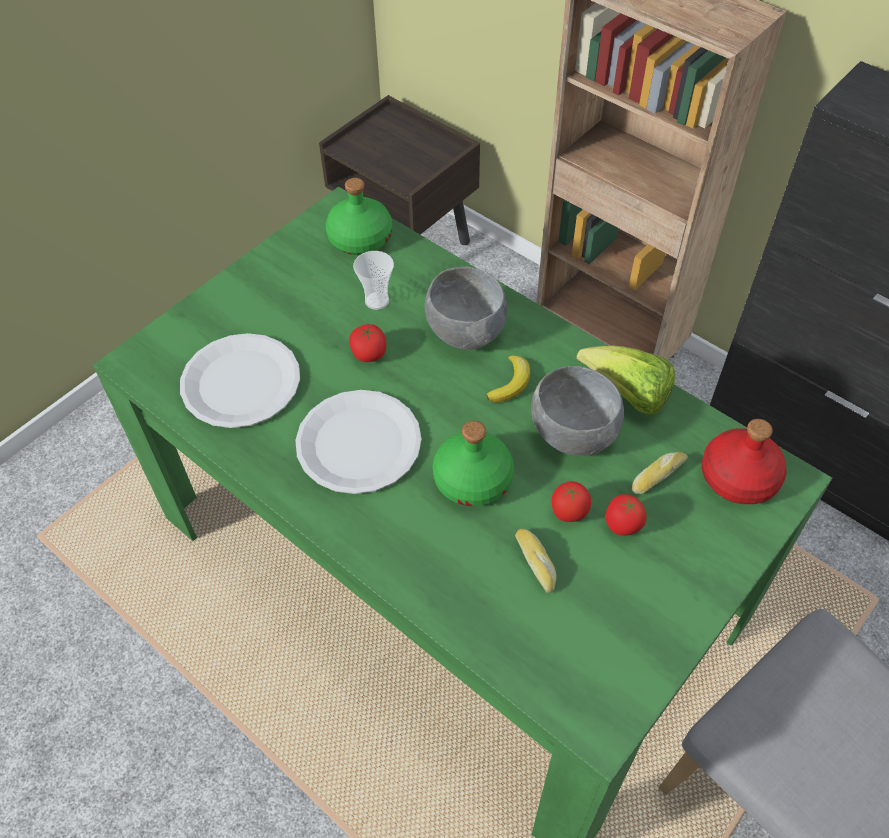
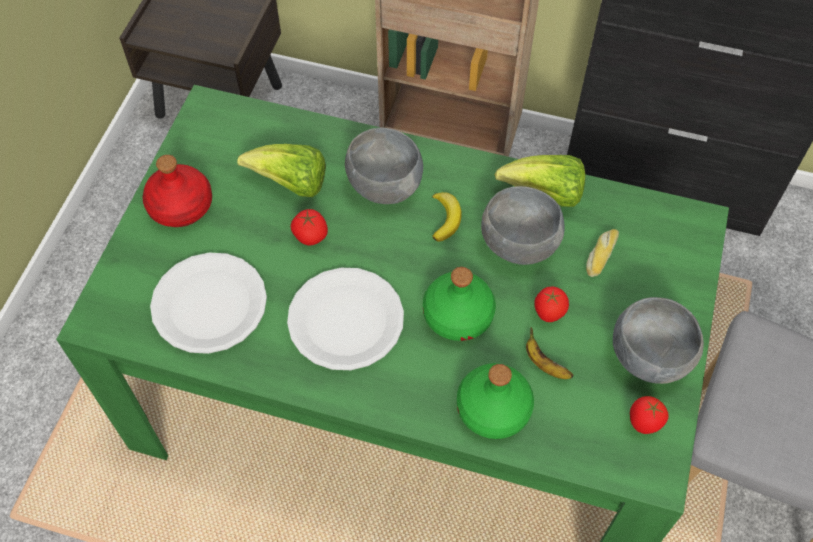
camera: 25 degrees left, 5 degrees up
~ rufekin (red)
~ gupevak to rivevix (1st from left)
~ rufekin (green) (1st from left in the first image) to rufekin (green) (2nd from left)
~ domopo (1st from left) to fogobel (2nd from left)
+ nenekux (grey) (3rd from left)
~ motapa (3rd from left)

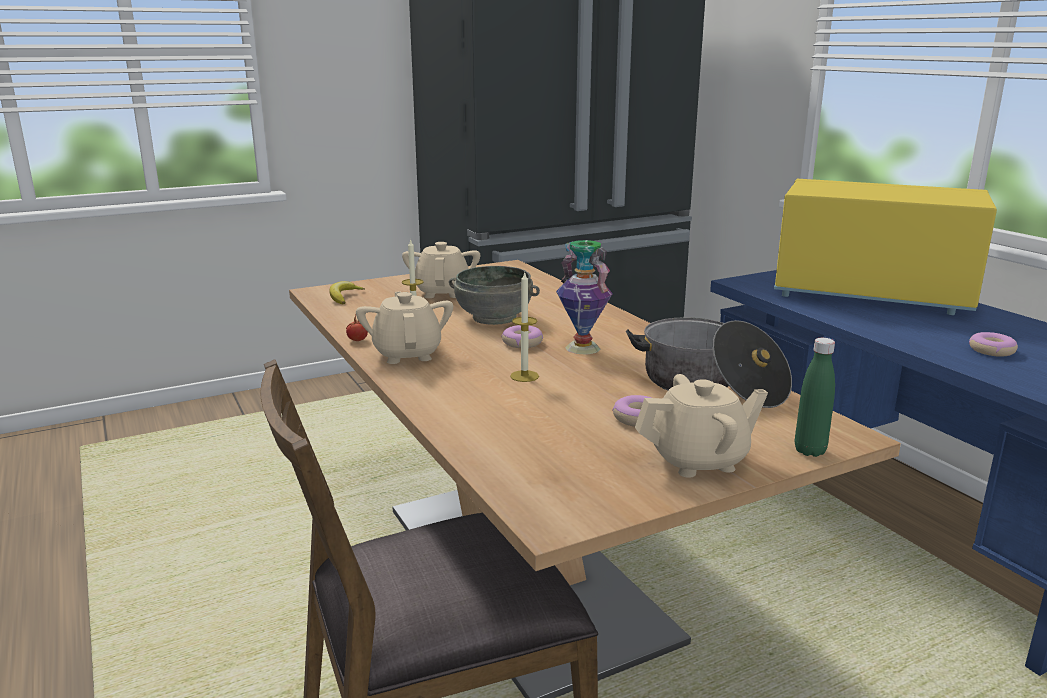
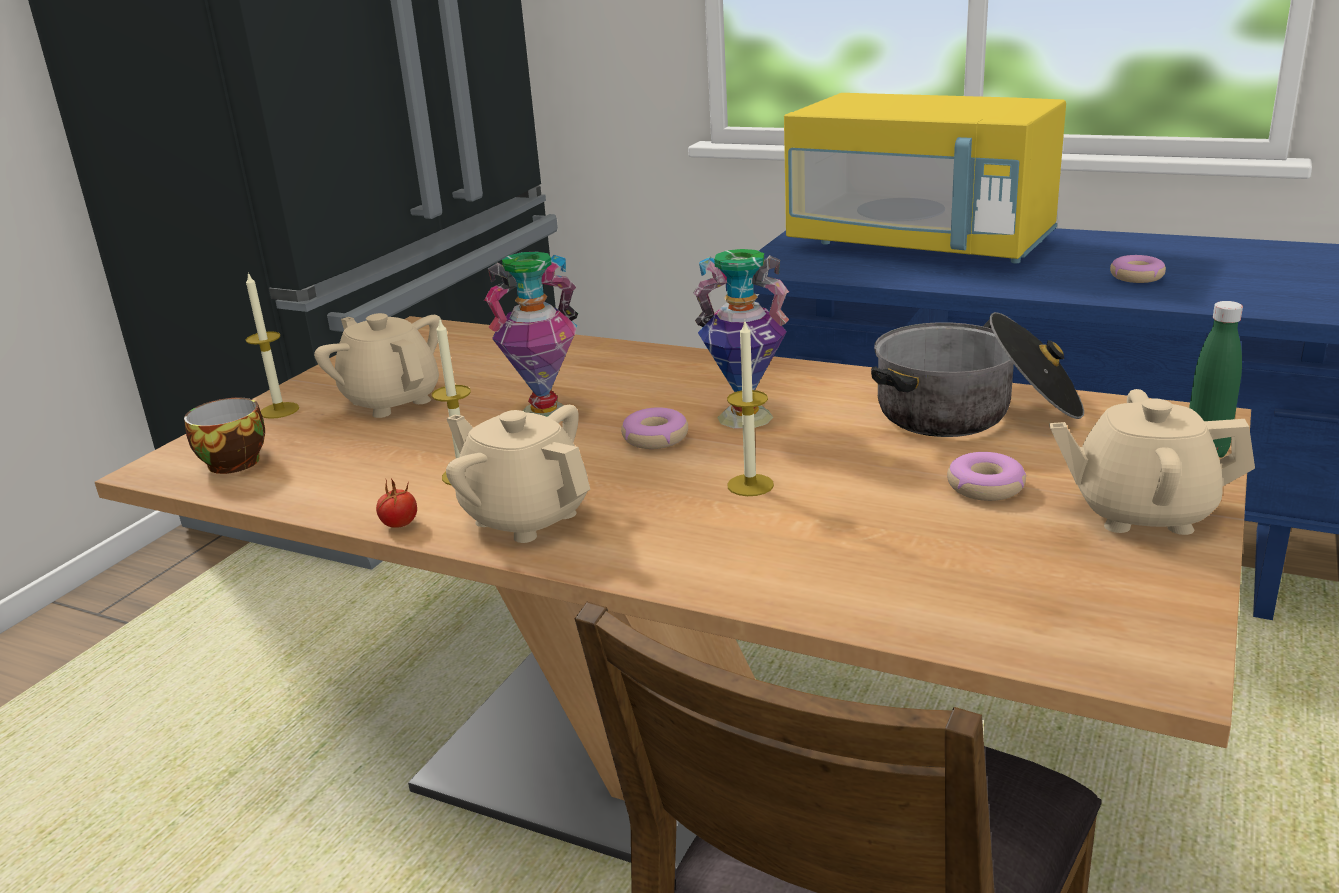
camera: 35 degrees left, 5 degrees up
~ fogobel to gupevak
+ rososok (1st from left)
~ nenekux (grey) to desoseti (1st from left)
~ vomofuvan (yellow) 135 degrees counterclockwise
~ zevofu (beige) (3rd from left) 120 degrees counterclockwise

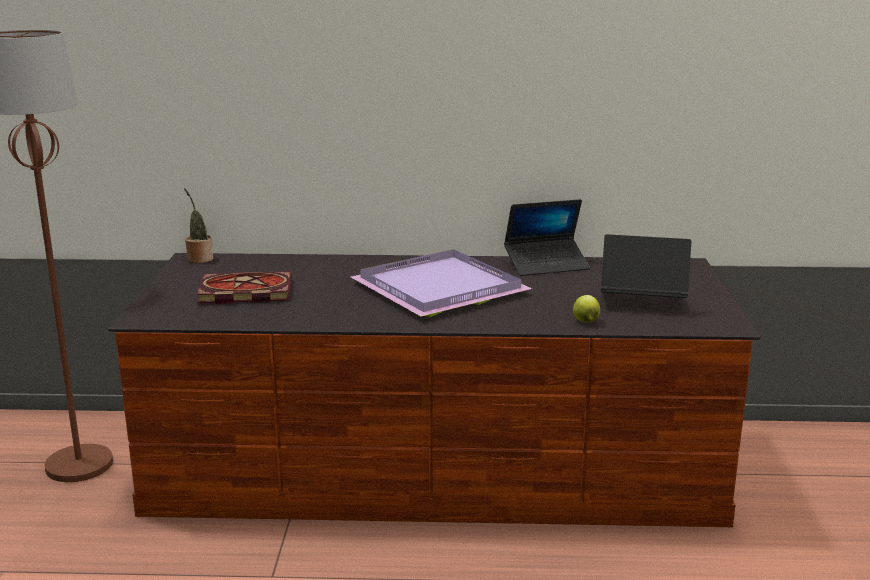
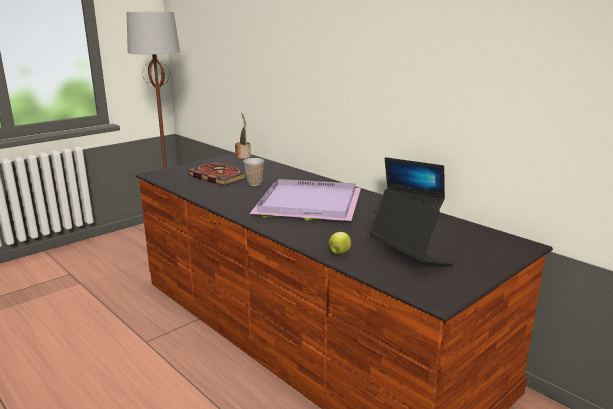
camera: 45 degrees right, 0 degrees up
+ gupevak

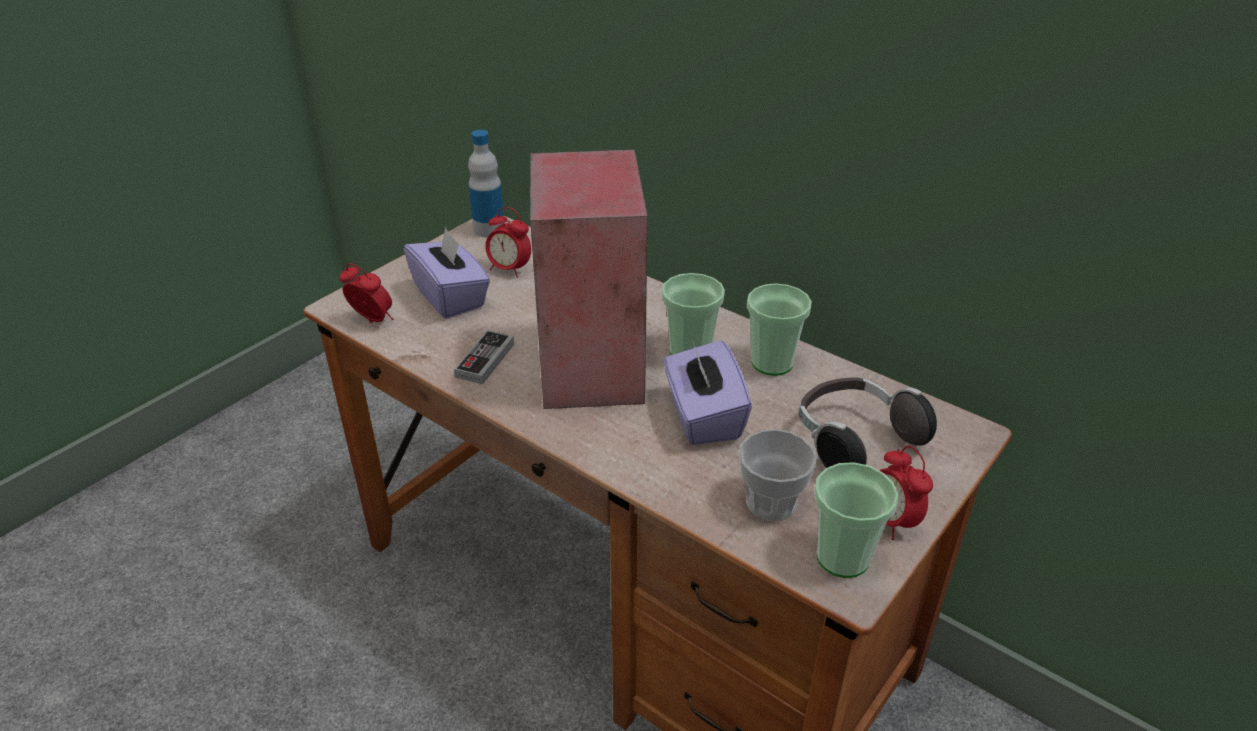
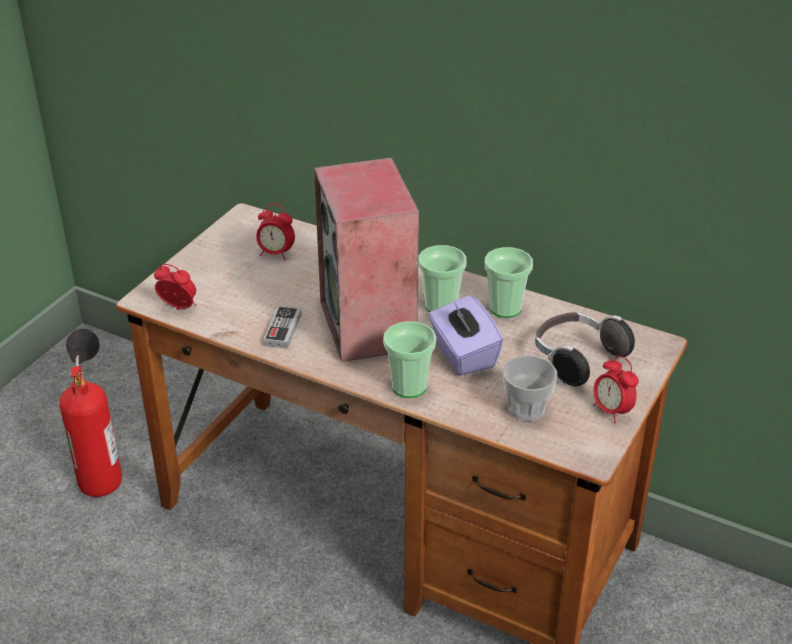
camera: 10 degrees left, 0 degrees up
+ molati
~ gupevak (4th from left in the first image) to gupevak (1st from left)
- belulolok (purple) (1st from left)
- rufekin

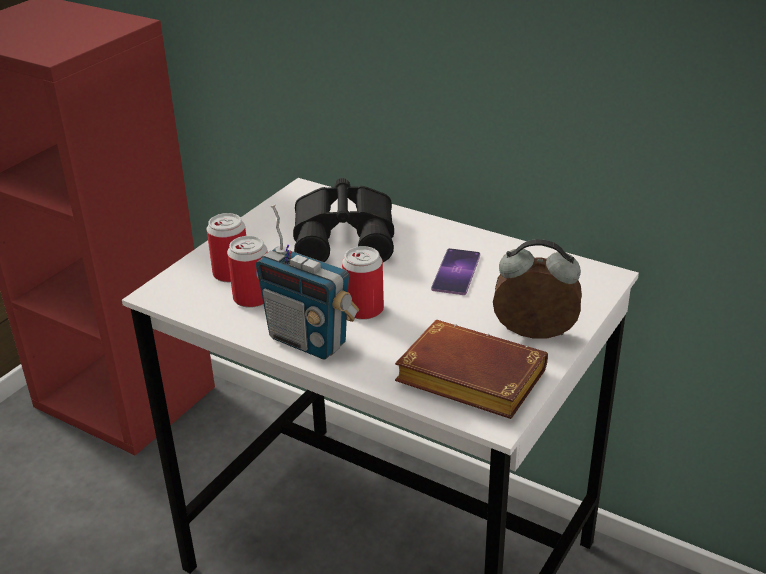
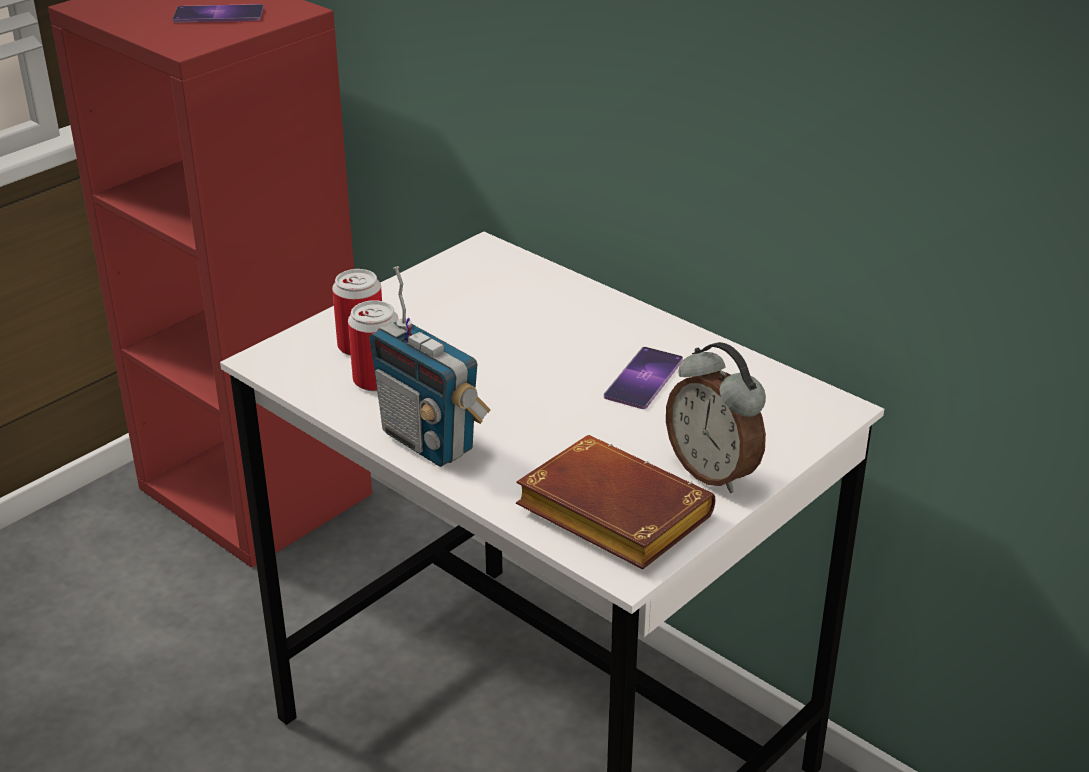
camera: 10 degrees right, 0 degrees up
+ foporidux (1st from left)
~ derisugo 150 degrees counterclockwise
- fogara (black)
- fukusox (3rd from left)

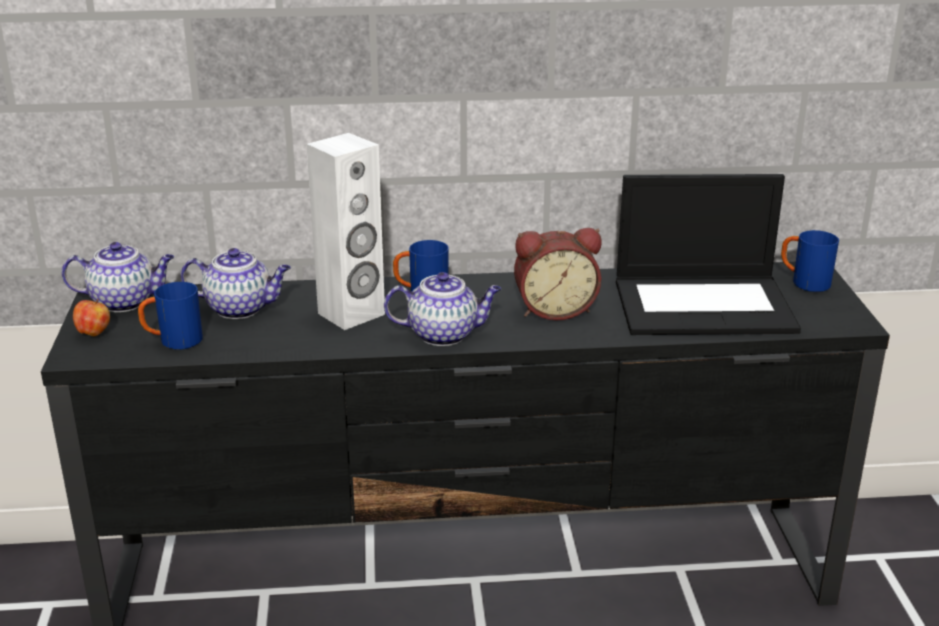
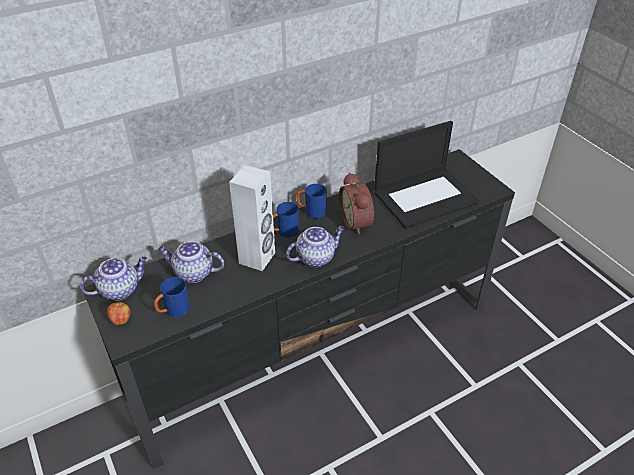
camera: 25 degrees left, 15 degrees up
~ zevofu (2nd from left) 150 degrees counterclockwise
~ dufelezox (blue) (3rd from left)
~ derisugo 105 degrees clockwise

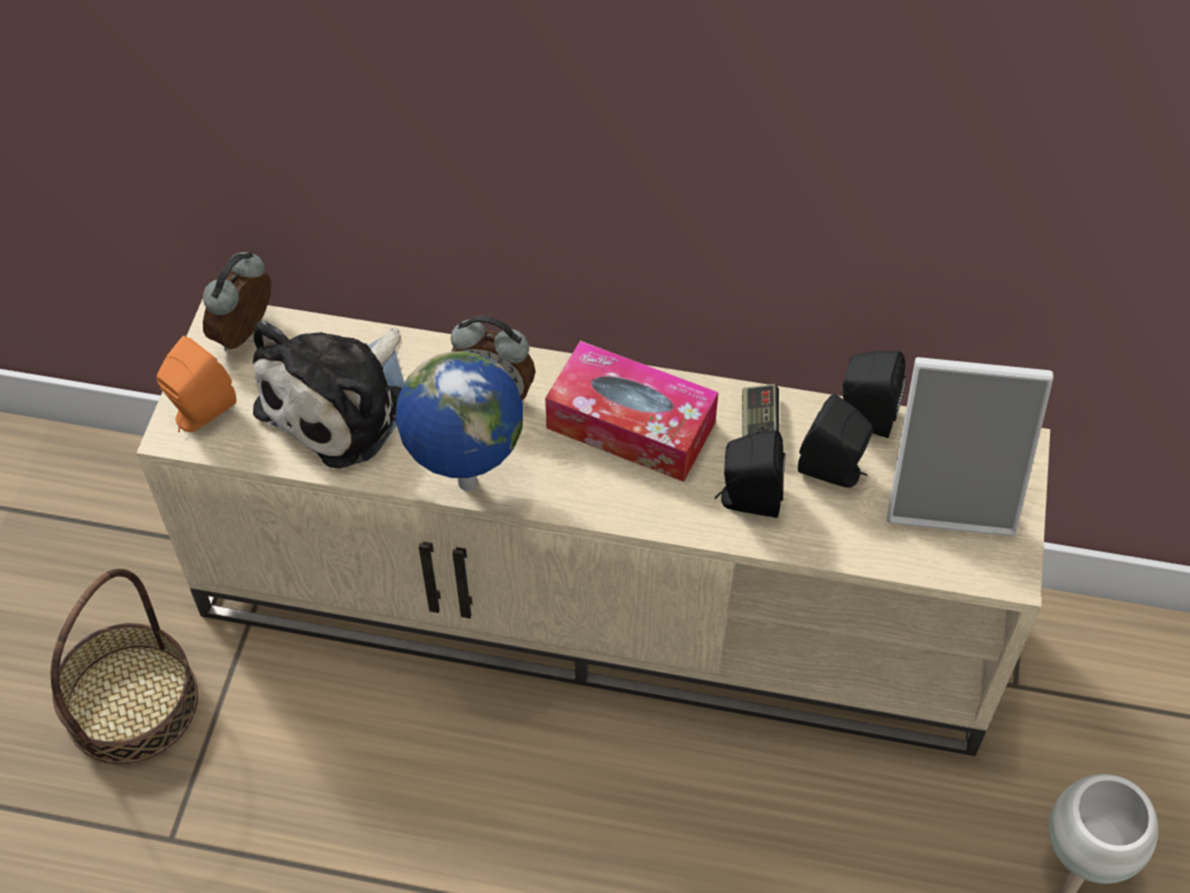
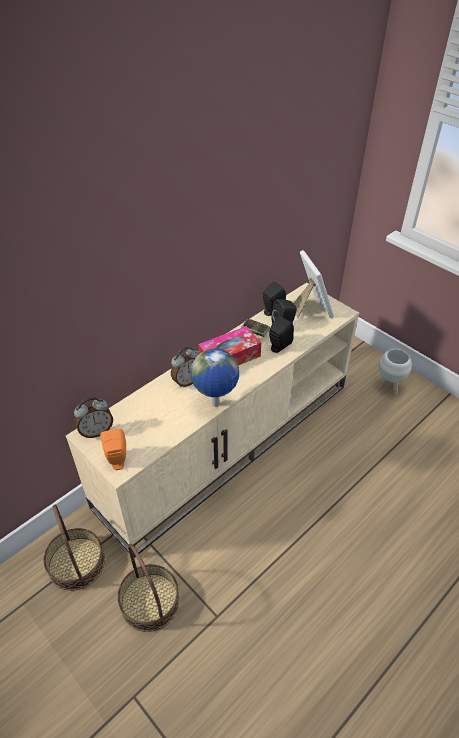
camera: 55 degrees left, 10 degrees down
+ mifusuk (1st from left)
~ derisugo (1st from left) 90 degrees counterclockwise
~ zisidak 60 degrees counterclockwise
- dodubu

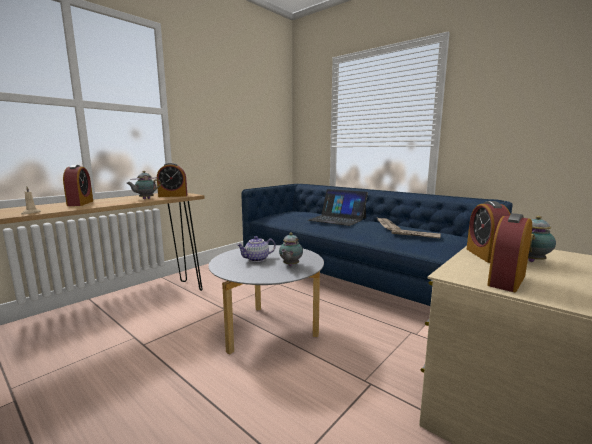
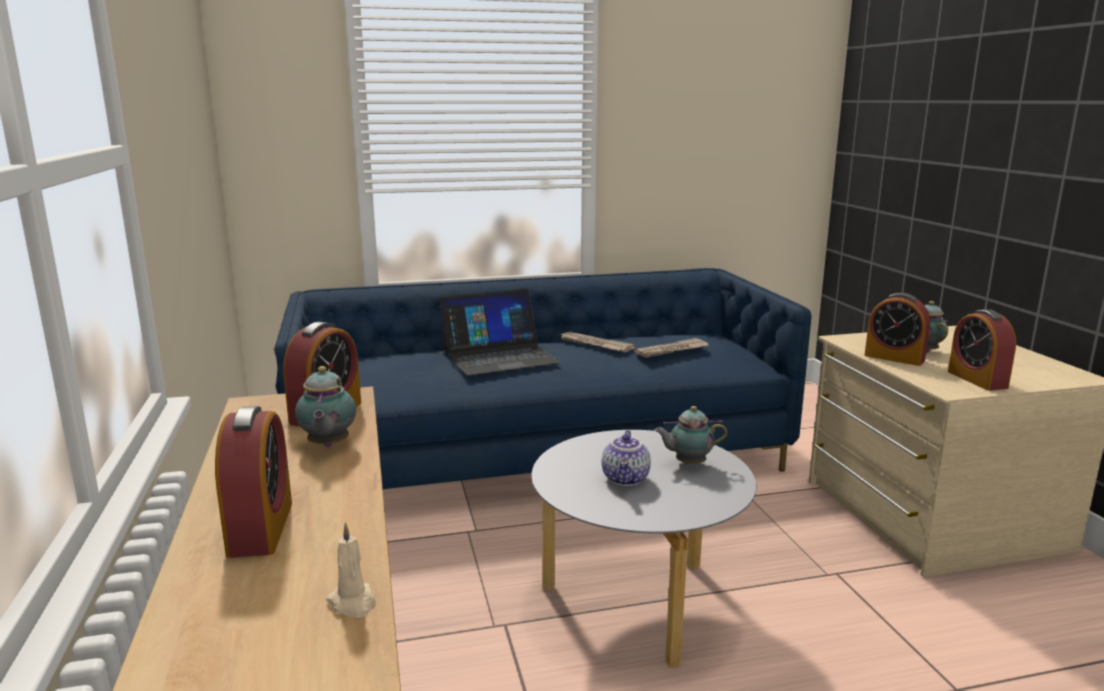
camera: 55 degrees left, 5 degrees up
~ derisugo (1st from left) 60 degrees clockwise
~ zevofu (3rd from left) 120 degrees clockwise

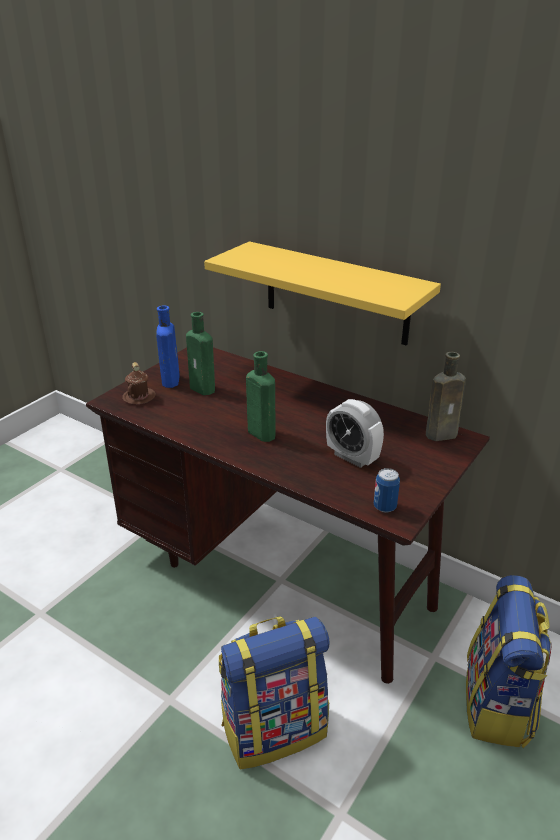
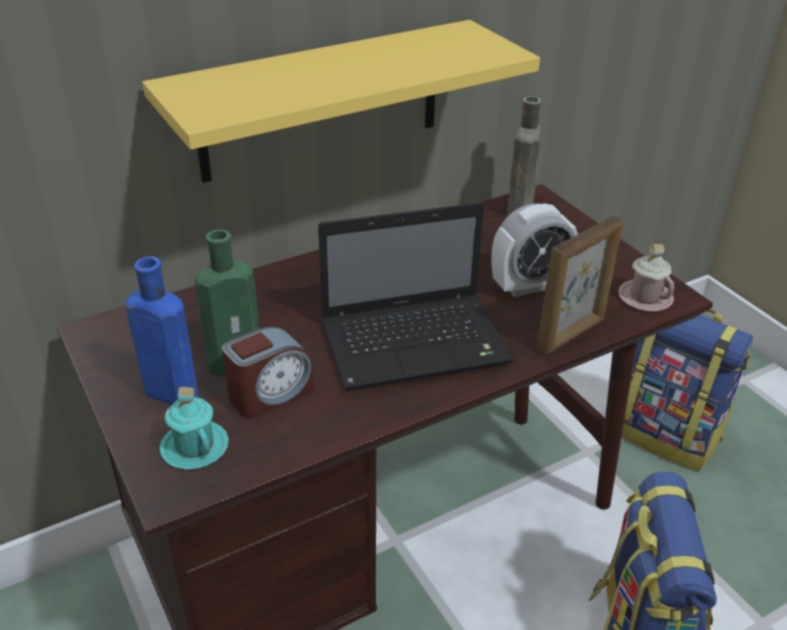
camera: 65 degrees left, 5 degrees up
~ dufelezox (brown) to dufelezox (turquoise)
+ derisugo (1st from left)
~ rufekin (green) (2nd from left) to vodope
+ zisidak
~ fukusox to dufelezox (pink)

